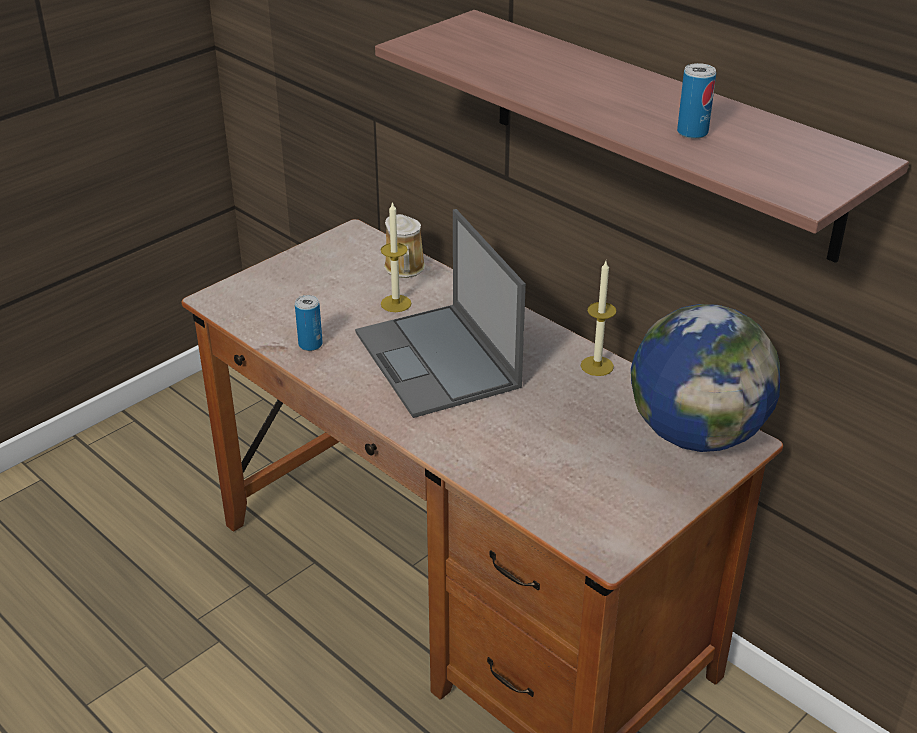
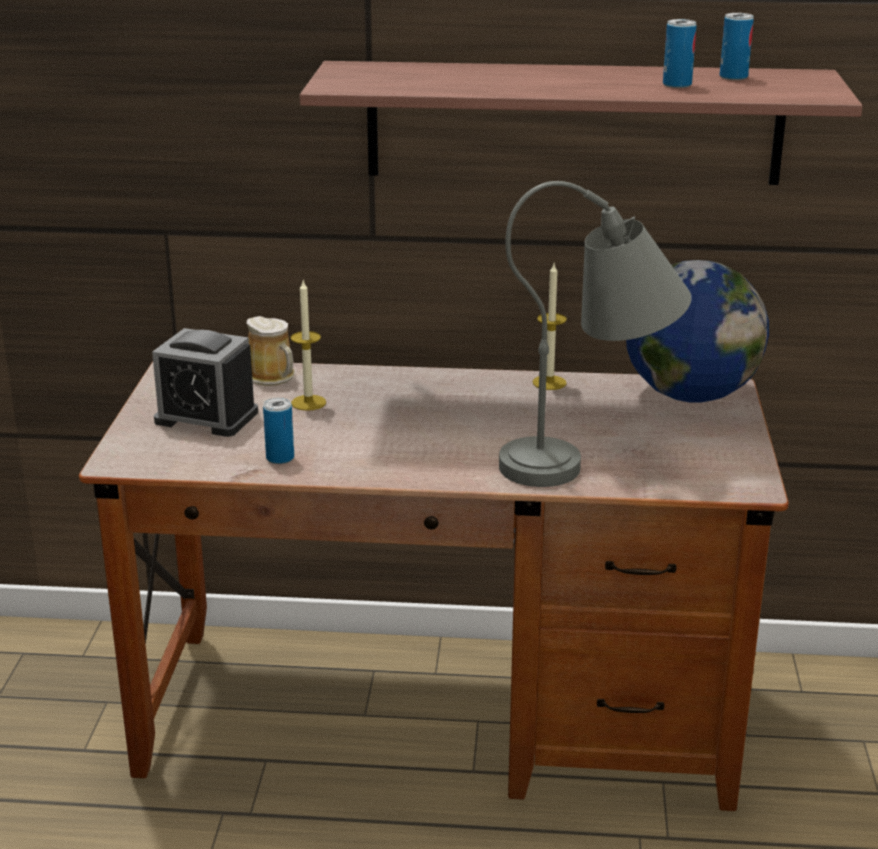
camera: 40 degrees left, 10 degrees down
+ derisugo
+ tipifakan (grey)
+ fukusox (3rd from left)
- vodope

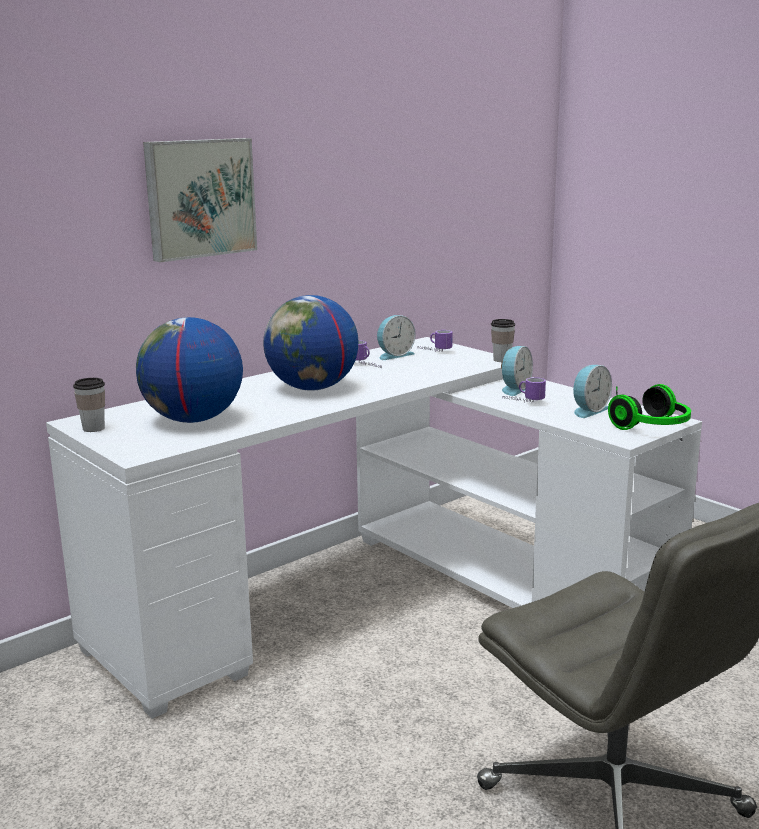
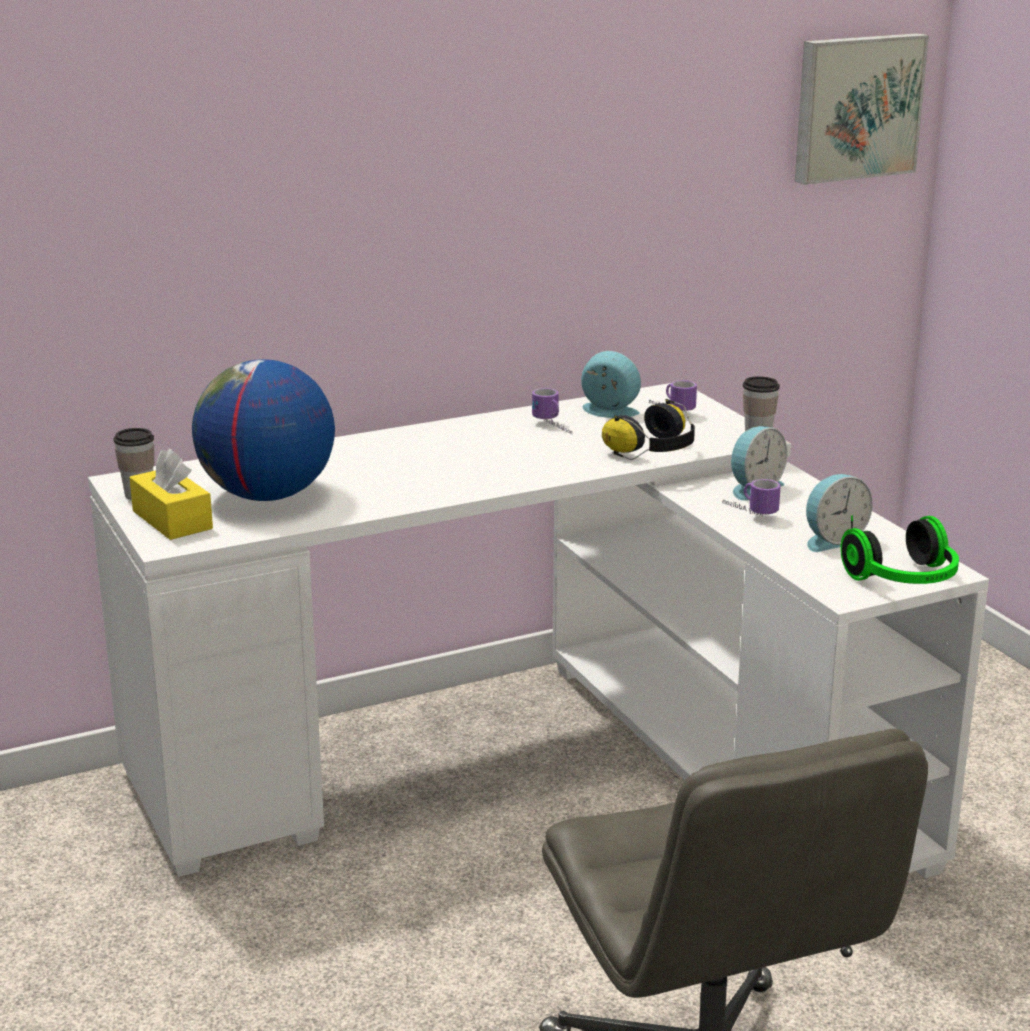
camera: 15 degrees right, 5 degrees up
+ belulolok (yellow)
~ derisugo (1st from left) 135 degrees counterclockwise
+ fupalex (1st from left)
~ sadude
- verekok (2nd from left)

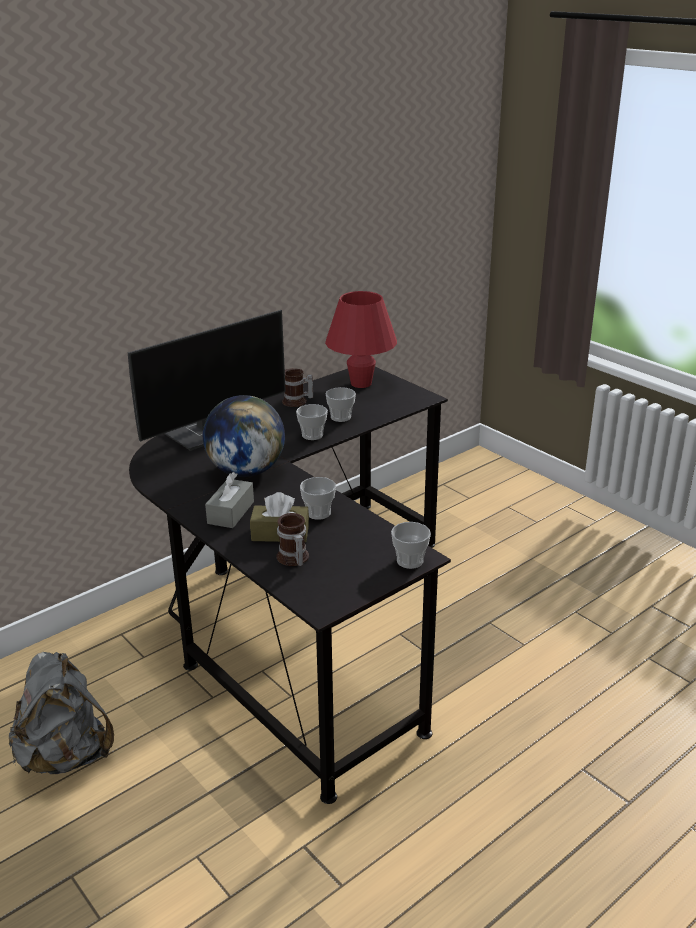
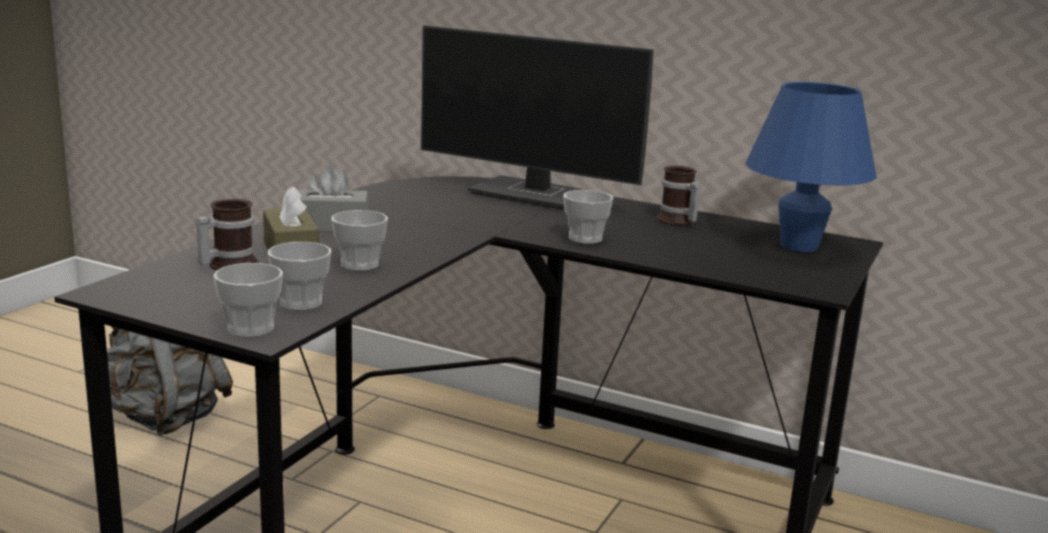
camera: 65 degrees right, 10 degrees down
~ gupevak (3rd from left in the first image) to gupevak (2nd from left)
~ tipifakan (red) to tipifakan (blue)
- verekok

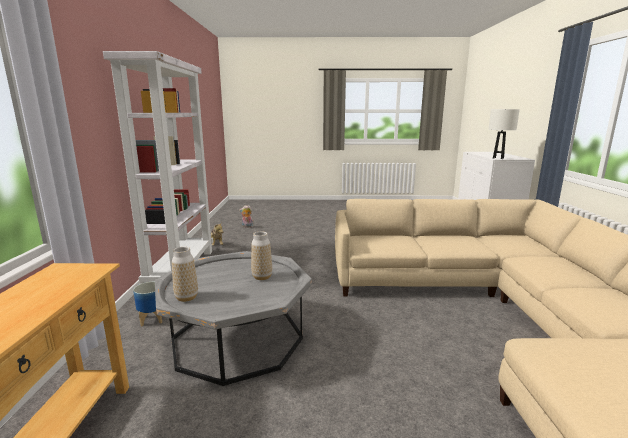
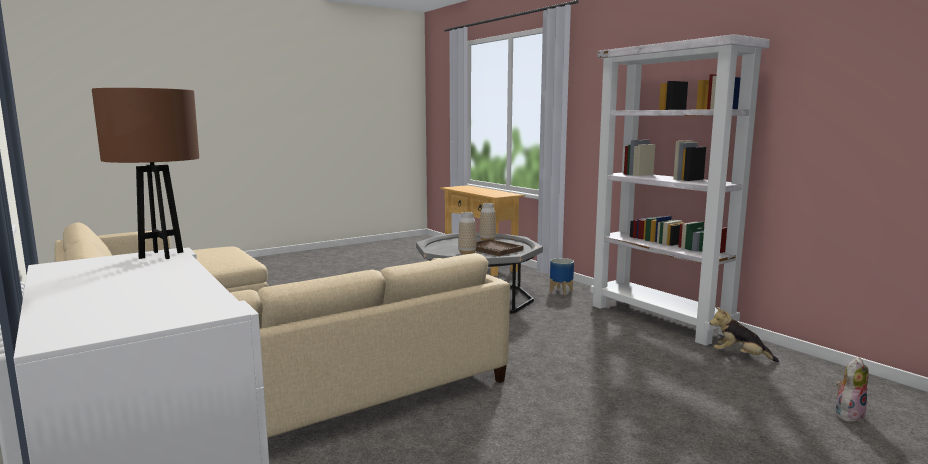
camera: 145 degrees right, 5 degrees down
~ tipifakan (white) to tipifakan (brown)
+ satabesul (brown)

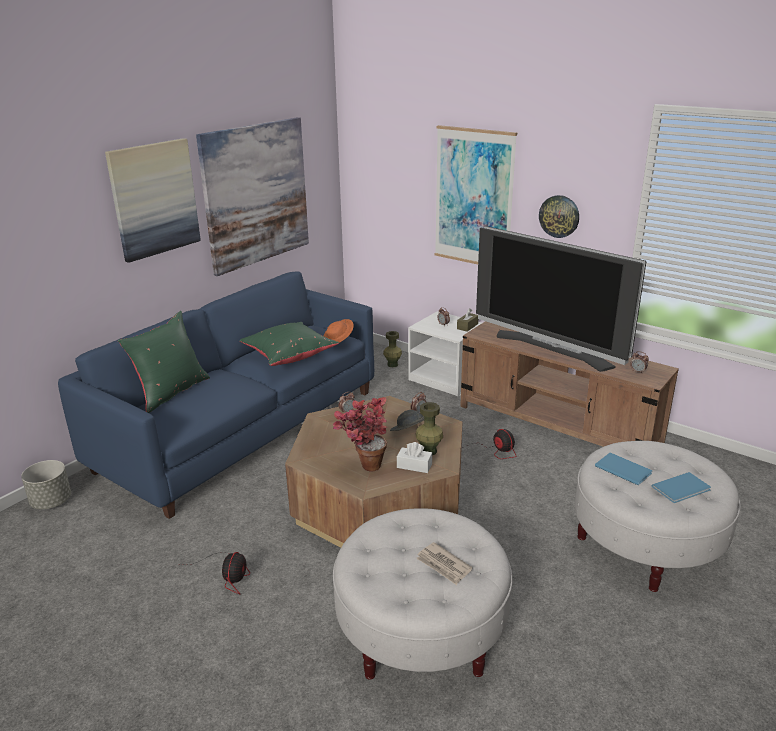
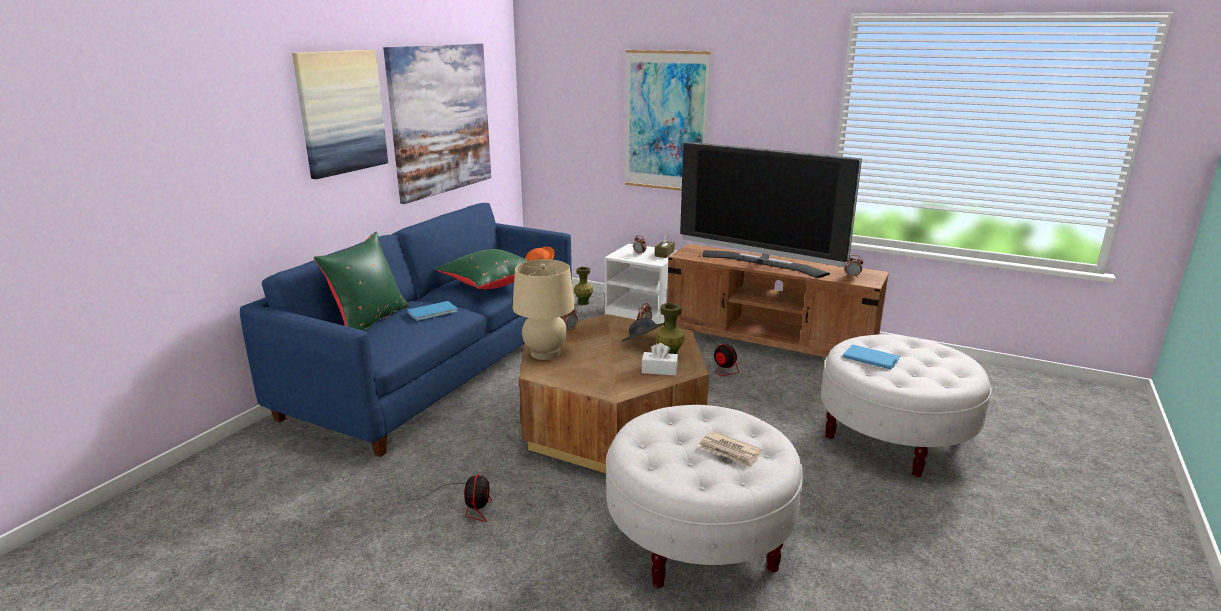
camera: 10 degrees left, 5 degrees down
~ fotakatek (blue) (2nd from left in the first image) to fotakatek (blue) (1st from left)
+ tipifakan (beige)
- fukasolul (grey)
- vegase
- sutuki

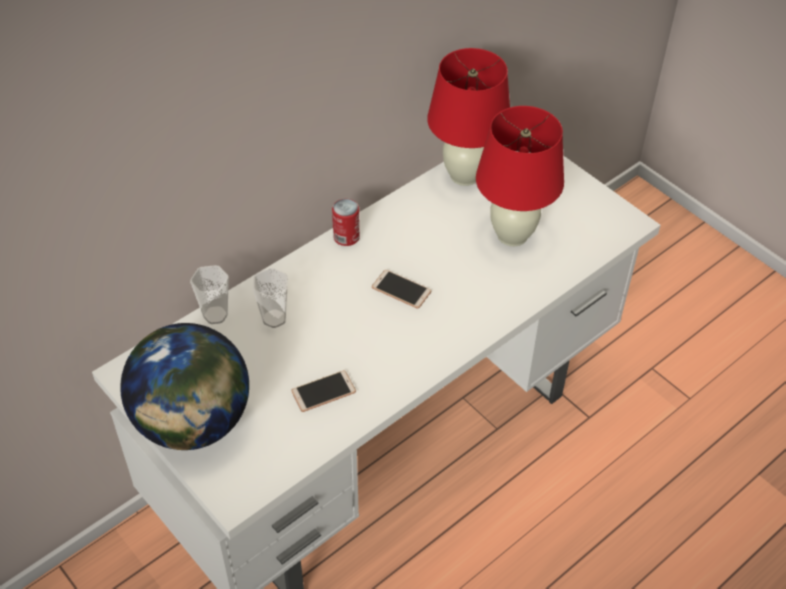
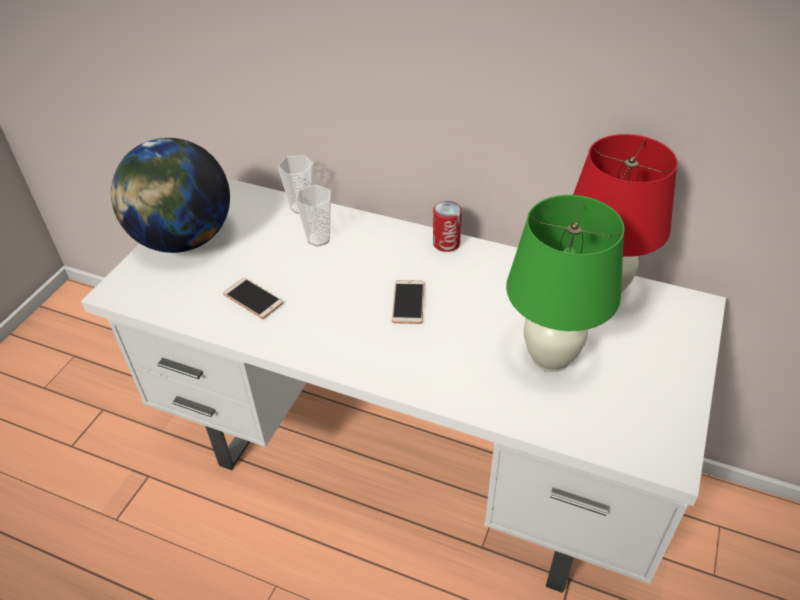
camera: 65 degrees right, 5 degrees down
~ tipifakan (red) (2nd from left) to tipifakan (green)

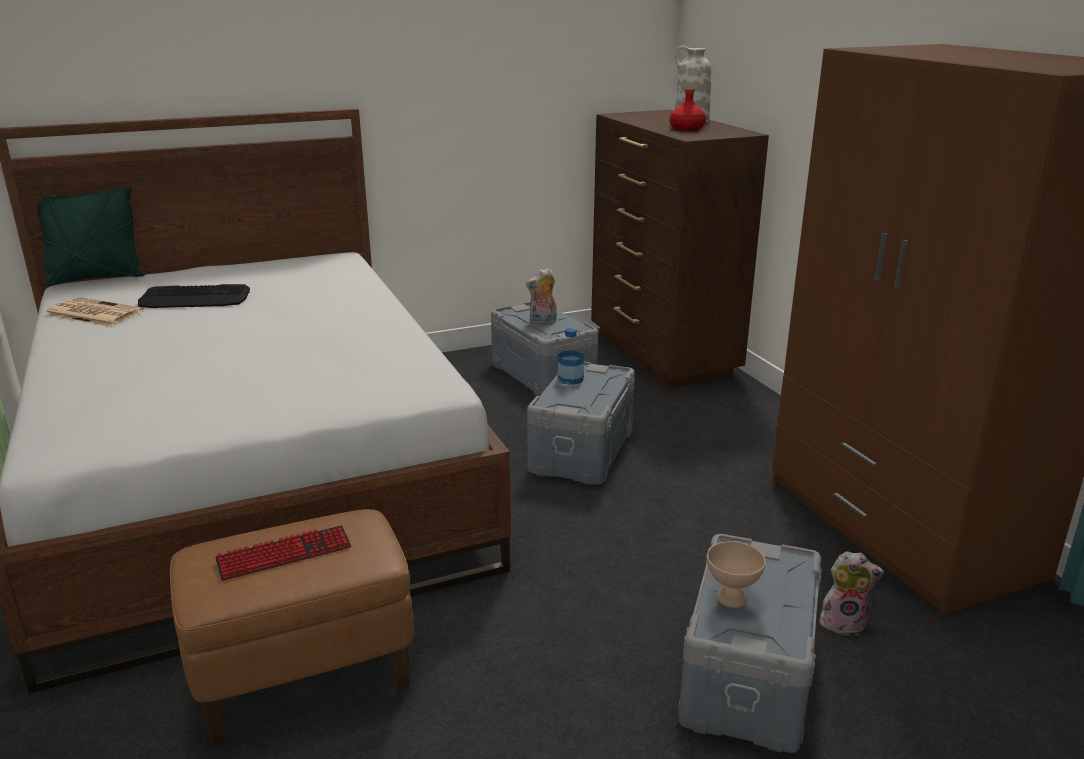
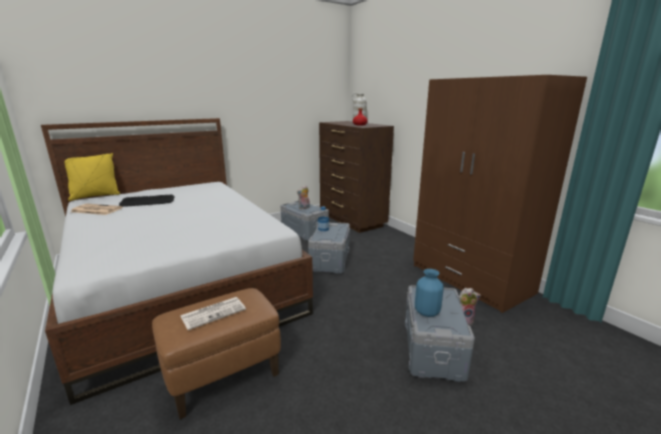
camera: 10 degrees left, 5 degrees down
~ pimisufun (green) to pimisufun (yellow)
~ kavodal (2nd from left) to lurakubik (2nd from left)
~ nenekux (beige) to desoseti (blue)

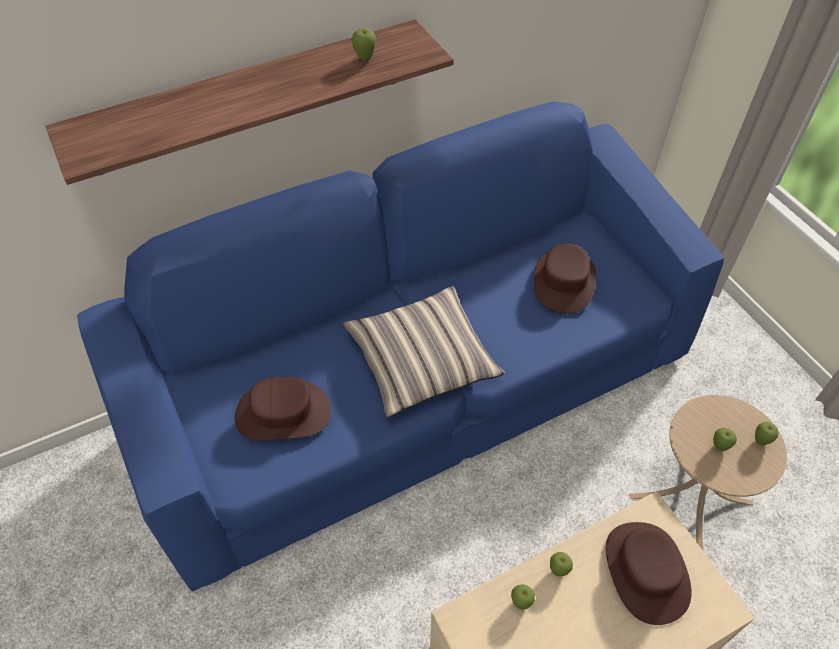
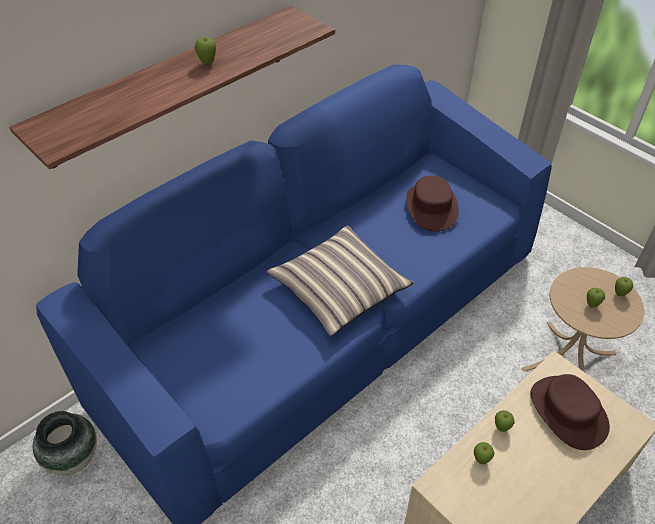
camera: 15 degrees left, 5 degrees down
+ desoseti
~ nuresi (1st from left)
- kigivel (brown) (1st from left)

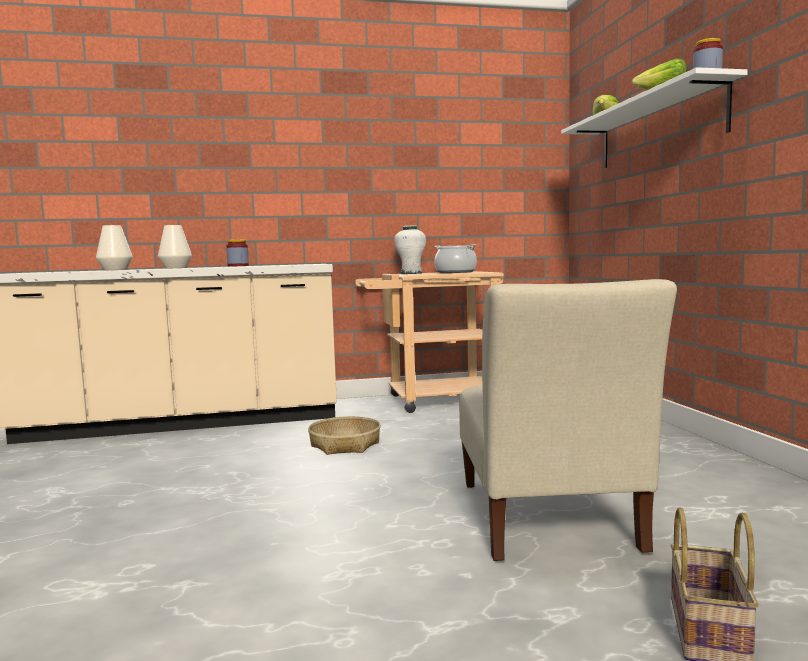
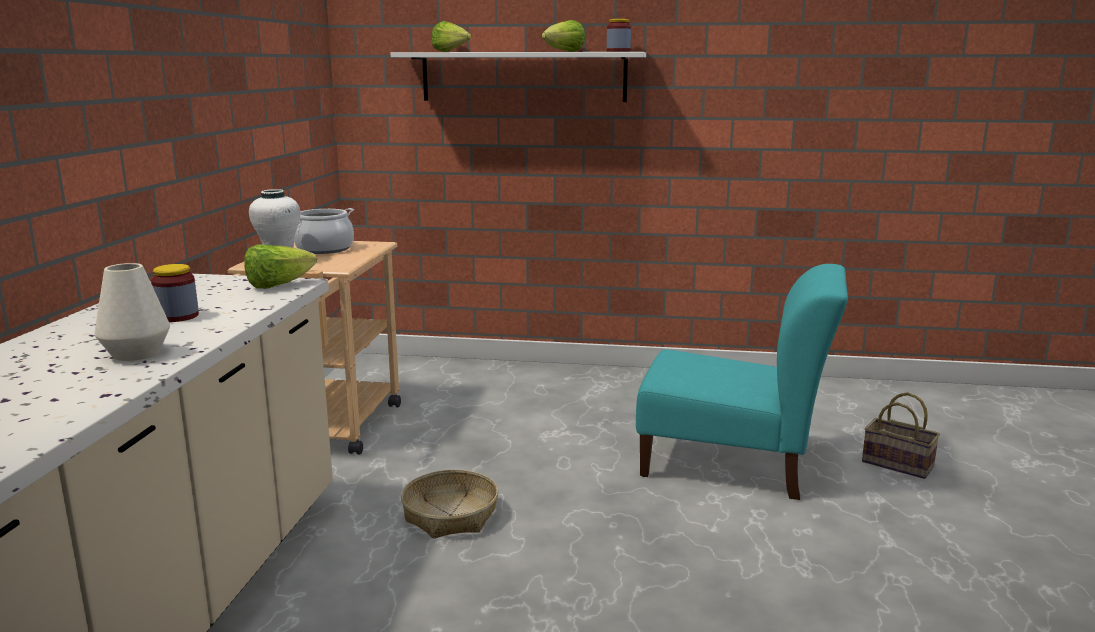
camera: 70 degrees left, 10 degrees up
+ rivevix (1st from left)
~ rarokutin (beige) to rarokutin (turquoise)
- desoseti (white) (1st from left)

